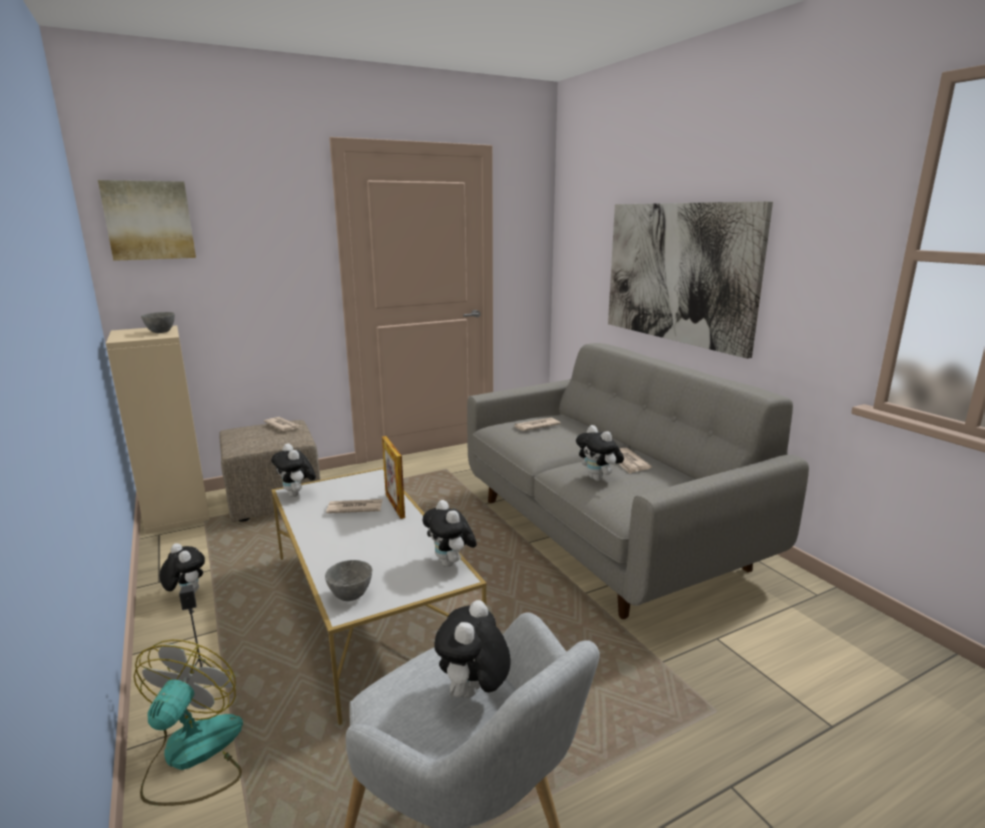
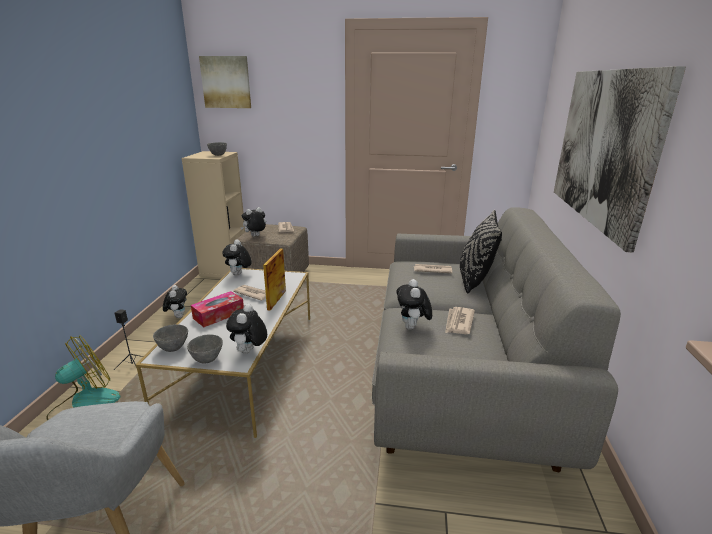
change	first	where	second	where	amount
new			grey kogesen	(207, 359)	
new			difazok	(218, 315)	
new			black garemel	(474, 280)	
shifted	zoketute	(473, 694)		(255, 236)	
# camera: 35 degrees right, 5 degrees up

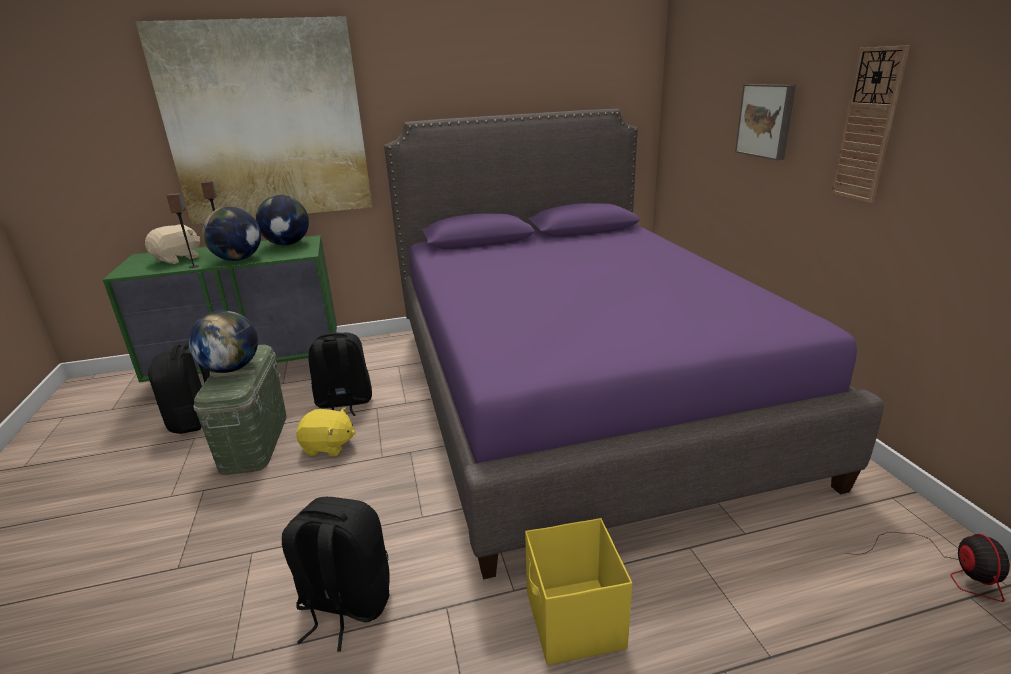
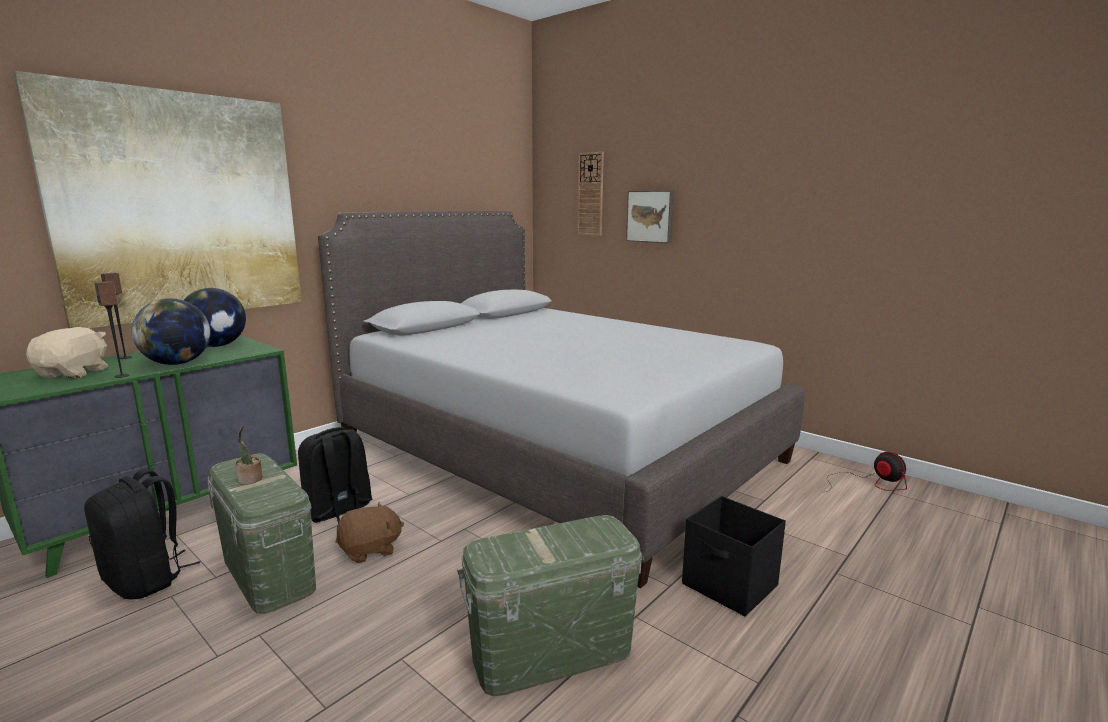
change	first	where	second	where	amount
shifted	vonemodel	(868, 126)		(590, 194)	
swapped	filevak	(231, 368)	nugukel	(250, 480)	
swapped	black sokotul	(344, 605)	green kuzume	(551, 653)	
repainted	yellow zoketute	(328, 446)	brown zoketute	(370, 550)	
repainted	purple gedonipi	(576, 392)	grey gedonipi	(557, 450)	
repainted	yellow kuzume	(574, 622)	black kuzume	(730, 586)	
# camera: 35 degrees left, 10 degrees down

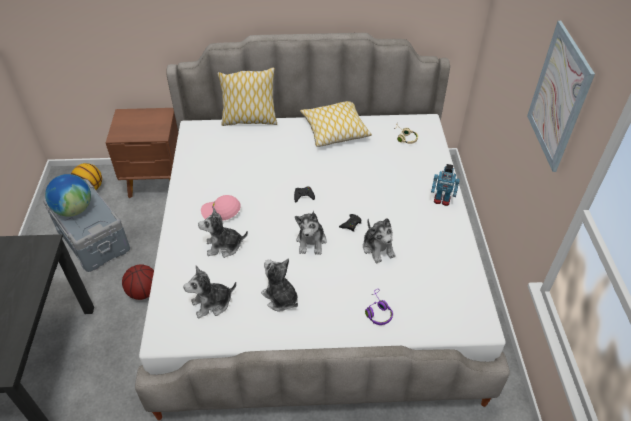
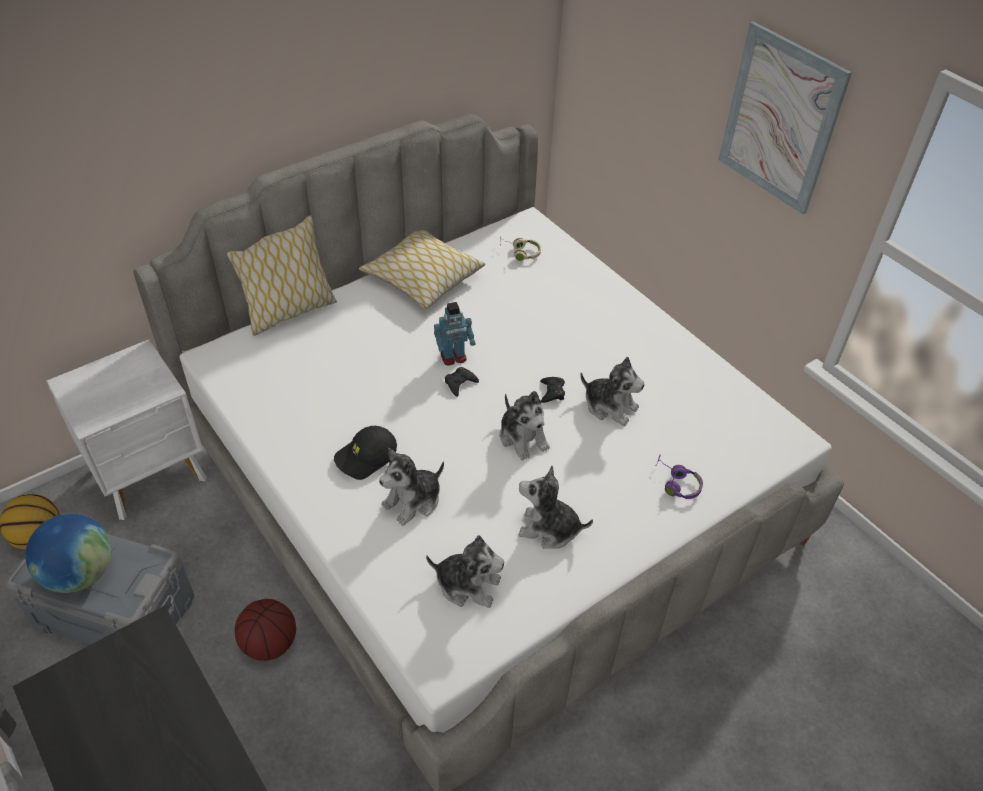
change	first	where	second	where	amount
shifted	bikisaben	(442, 200)		(453, 357)	
repainted	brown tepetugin	(157, 182)	white tepetugin	(151, 474)	
repainted	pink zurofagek	(221, 212)	black zurofagek	(366, 458)	
rotated	zoketute	(212, 303)		(467, 585)	105 degrees counterclockwise
# camera: 35 degrees left, 0 degrees up

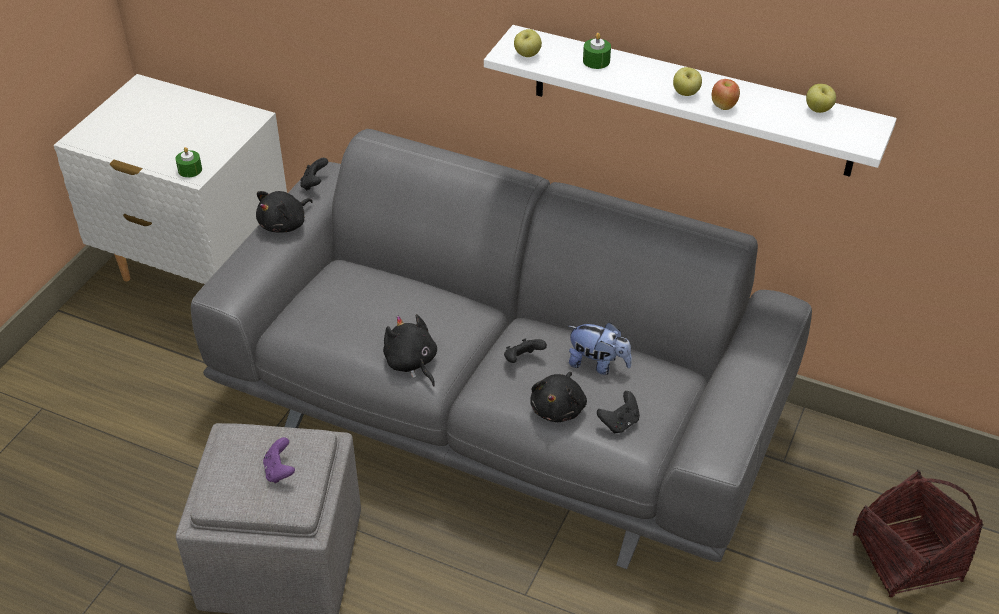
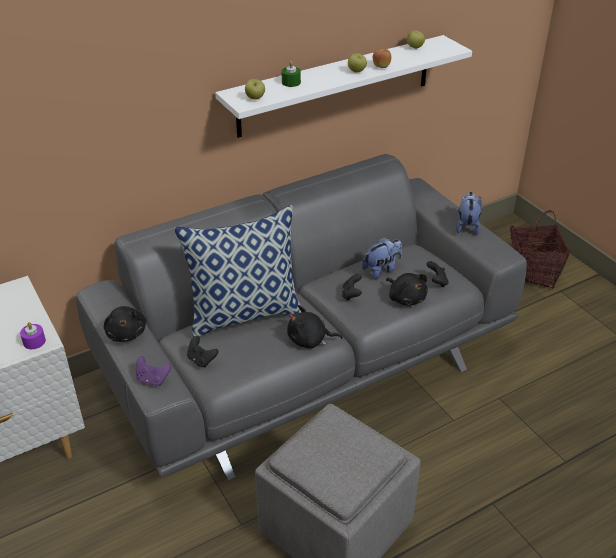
change	first	where	second	where	amount
new			garemel	(245, 313)	
new			zoketute	(467, 226)	
shifted	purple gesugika	(279, 471)		(153, 379)	
shifted	black gesugika	(314, 184)		(201, 360)	
repainted	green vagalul	(190, 170)	purple vagalul	(34, 341)	
# camera: 55 degrees left, 5 degrees down

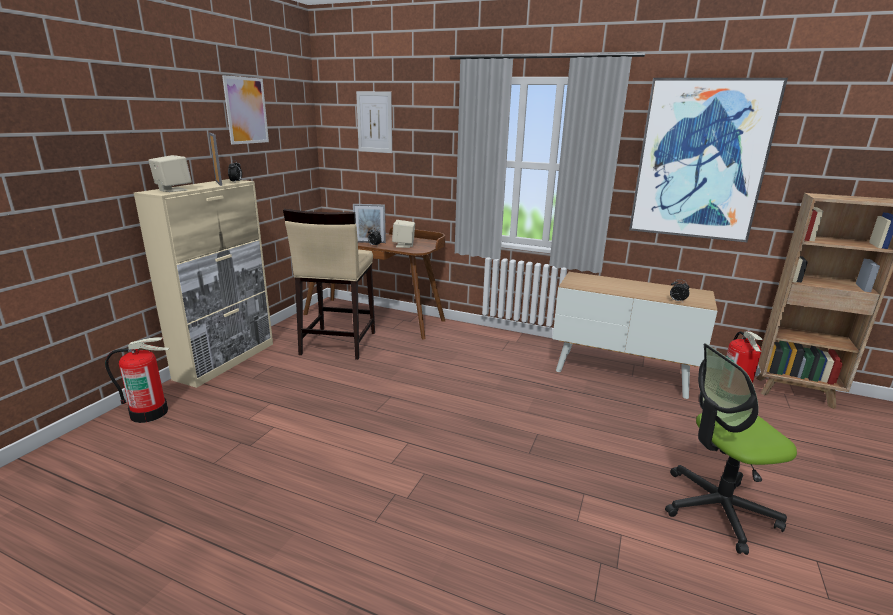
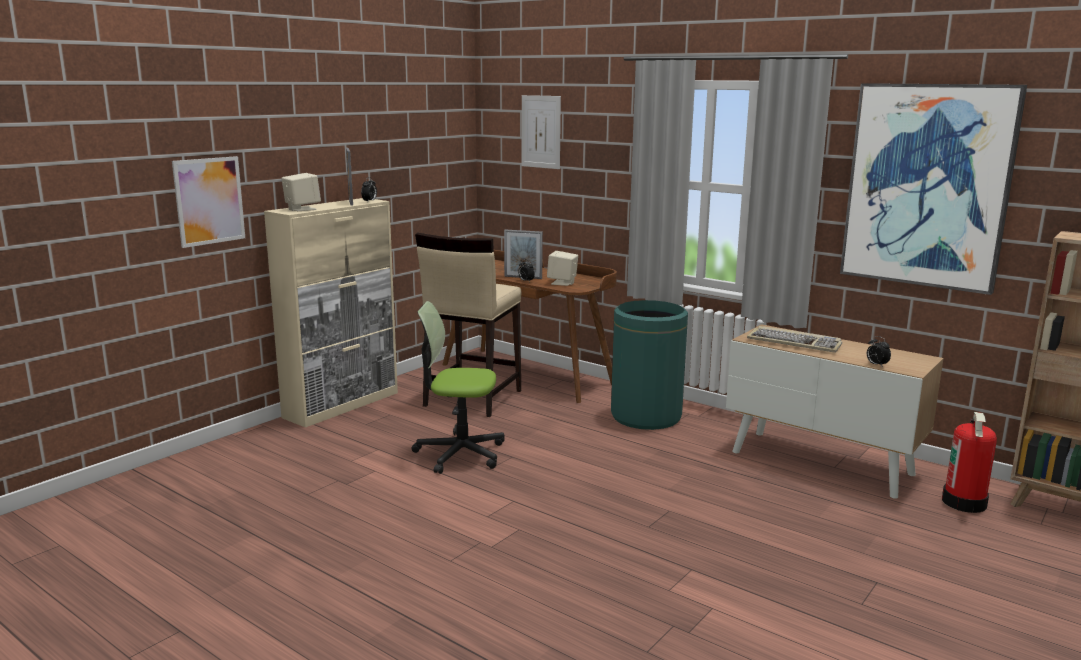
change	first	where	second	where	amount
gone	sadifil	(150, 412)			
new			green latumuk	(645, 416)	
new			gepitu	(795, 343)	
shifted	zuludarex	(246, 110)		(209, 201)	
shifted	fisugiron	(717, 509)		(460, 453)	
# camera: 15 degrees right, 5 degrees down

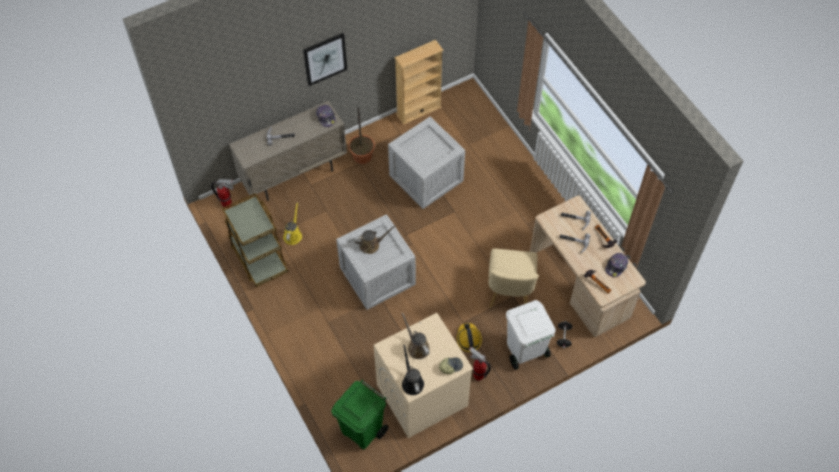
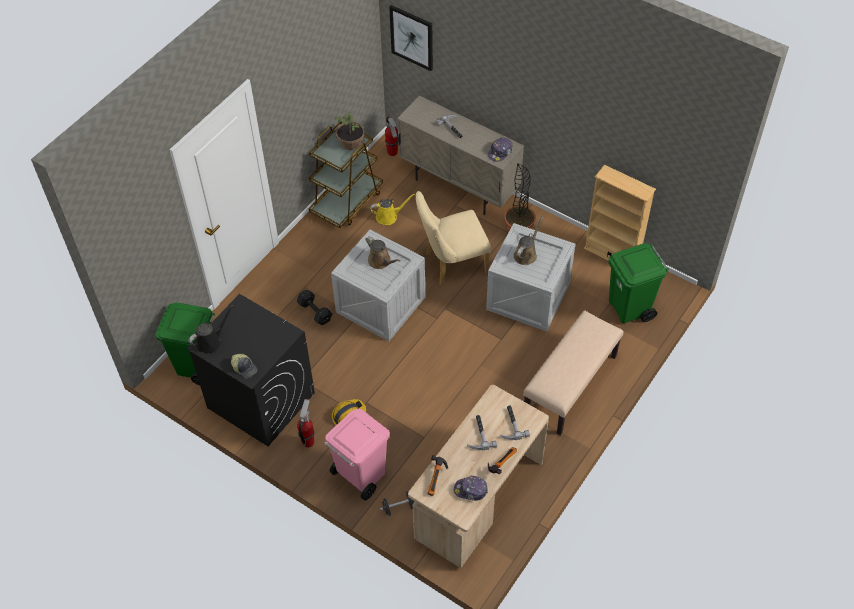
change	first	where	second	where	amount
new			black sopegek	(314, 311)	
new			nugukel	(351, 142)	
new			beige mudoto	(570, 386)	
new			green latumuk	(629, 308)	
shifted	zuludarex	(325, 59)		(412, 37)	
shifted	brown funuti	(417, 347)		(526, 254)	
shifted	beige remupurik	(509, 294)		(451, 264)	
repainted	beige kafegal	(421, 395)	black kafegal	(260, 400)	
repainted	white latumuk	(525, 351)	pink latumuk	(360, 475)	
# camera: 65 degrees right, 5 degrees down

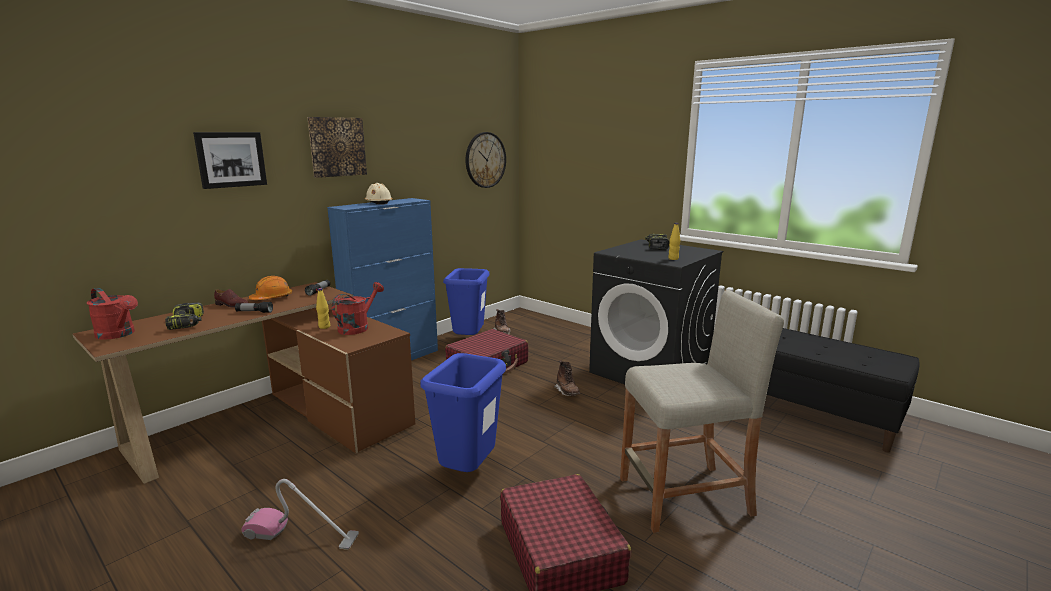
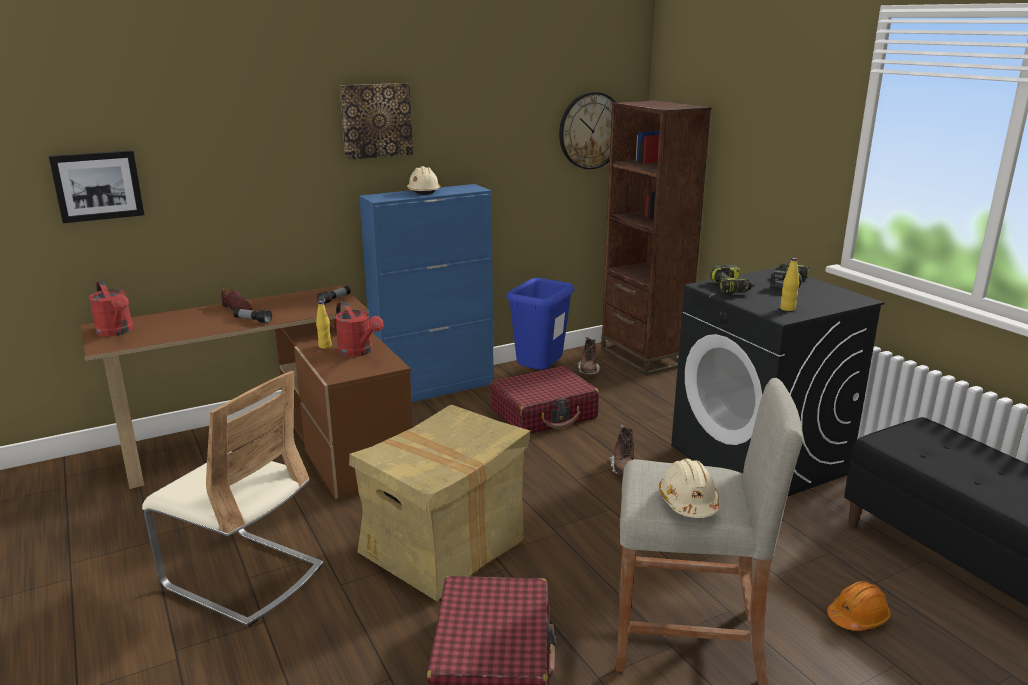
change	first	where	second	where	amount
new			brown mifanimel	(643, 357)	
new			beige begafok	(688, 502)	
shifted	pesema	(188, 323)		(731, 288)	
shifted	zuludarex	(231, 159)		(98, 186)	
shifted	orange begafok	(272, 298)		(857, 617)	
swapped	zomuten	(301, 535)	beige remupurik	(243, 576)	
swapped	blue latumuk	(468, 472)	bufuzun	(443, 547)	
rotated	red funuti	(357, 327)		(359, 352)	90 degrees clockwise
# camera: 20 degrees right, 5 degrees up

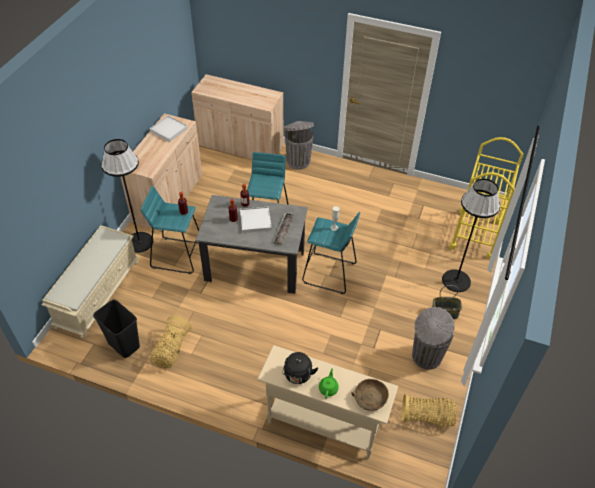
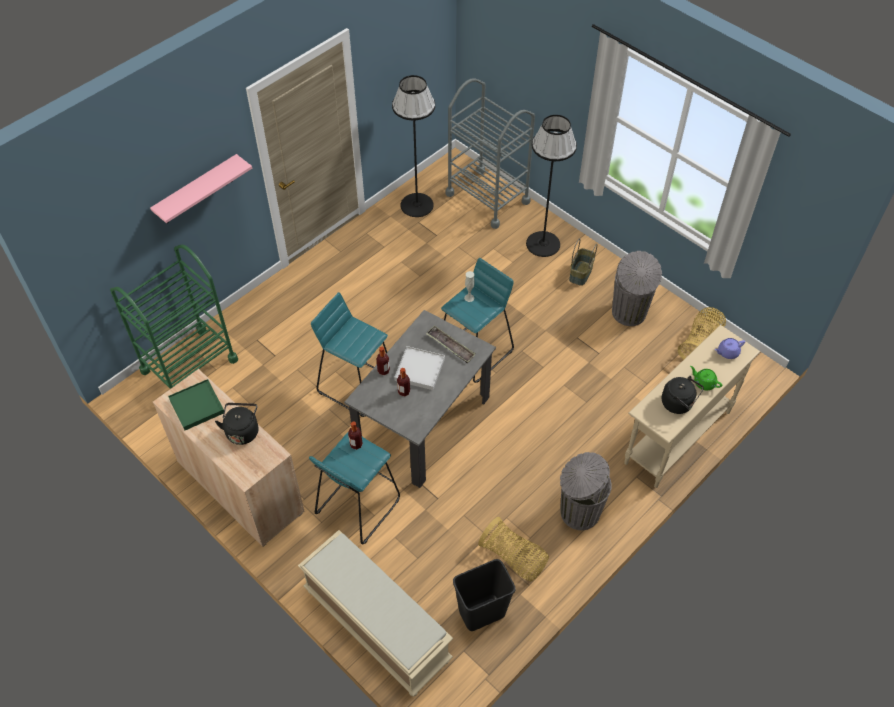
change	first	where	second	where	amount
new			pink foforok	(197, 190)	
new			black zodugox	(242, 431)	
shifted	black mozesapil	(139, 242)		(417, 205)	
shifted	grey latumuk	(298, 161)		(578, 512)	
swapped	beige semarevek	(240, 146)	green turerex	(189, 365)	
swapped	brown kogesen	(370, 398)	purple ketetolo	(727, 352)	
repainted	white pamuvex	(169, 130)	green pamuvex	(197, 406)	
repainted	yellow turerex	(475, 234)	grey turerex	(487, 198)	
# camera: 65 degrees left, 5 degrees up

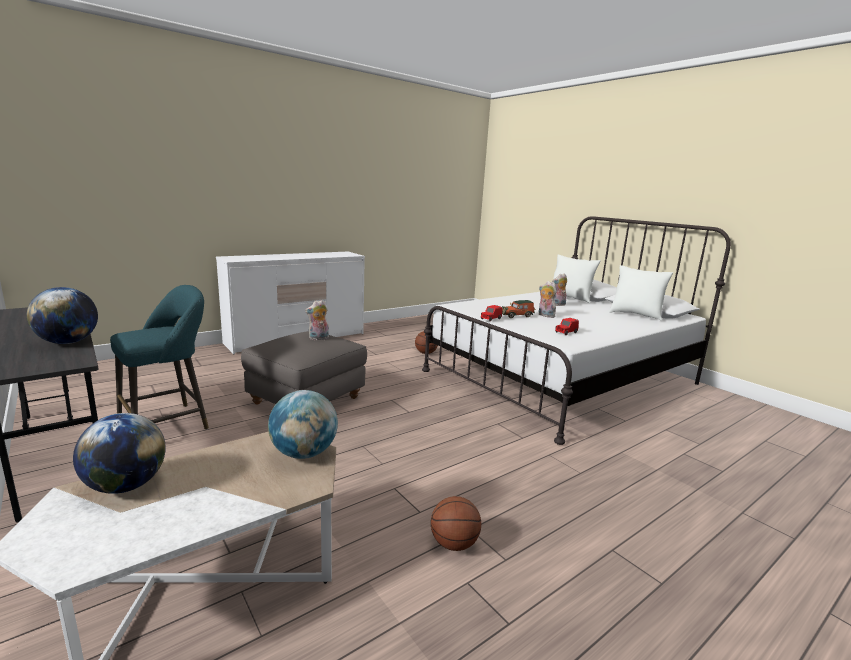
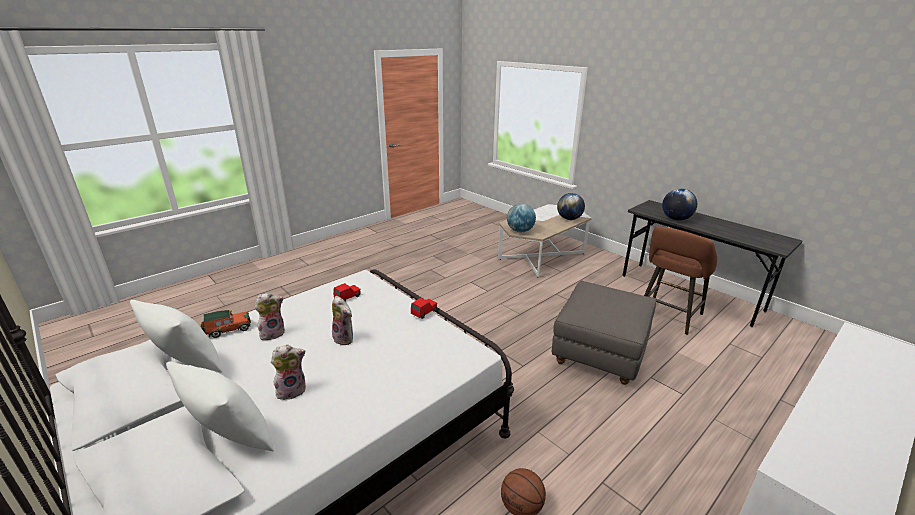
change	first	where	second	where	amount
gone	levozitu	(453, 544)			
shifted	zoketute	(318, 338)		(273, 333)	
shifted	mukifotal	(517, 316)		(227, 330)	
repainted	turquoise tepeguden	(169, 424)	brown tepeguden	(667, 316)	
# camera: 175 degrees right, 10 degrees up

